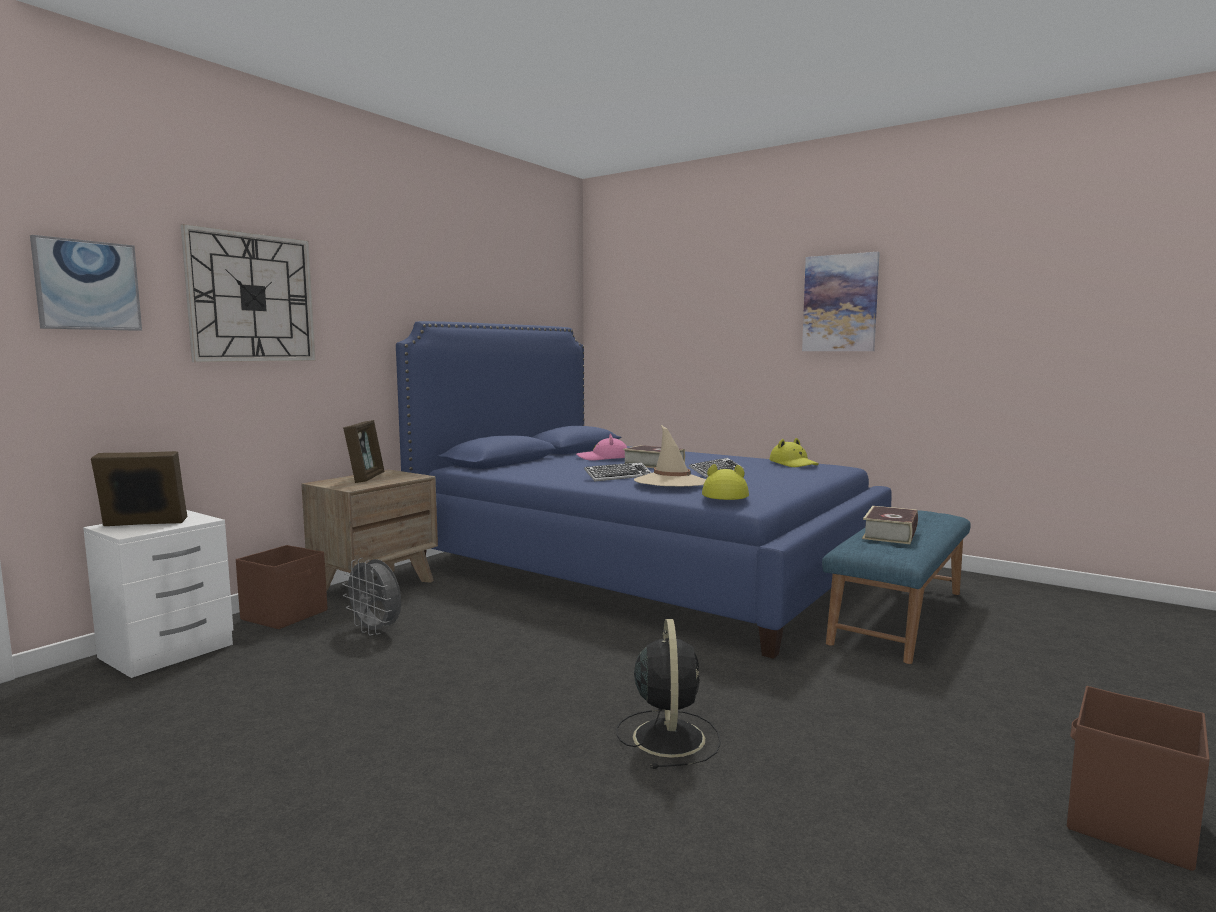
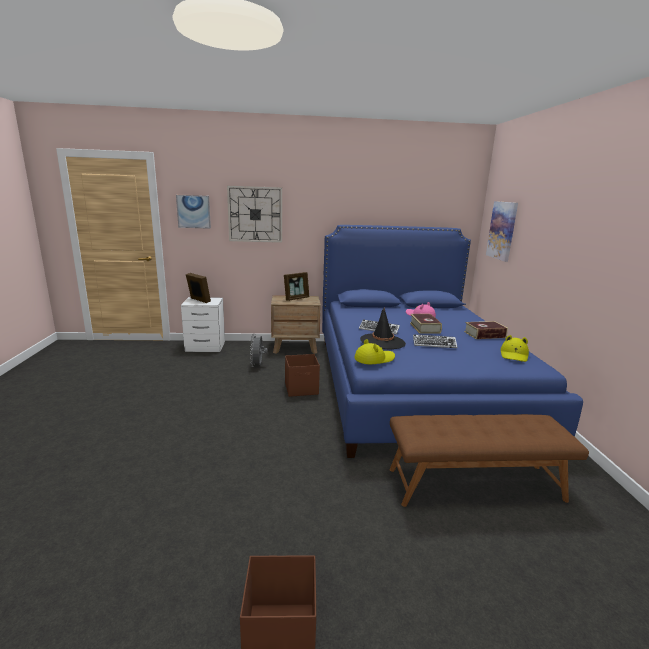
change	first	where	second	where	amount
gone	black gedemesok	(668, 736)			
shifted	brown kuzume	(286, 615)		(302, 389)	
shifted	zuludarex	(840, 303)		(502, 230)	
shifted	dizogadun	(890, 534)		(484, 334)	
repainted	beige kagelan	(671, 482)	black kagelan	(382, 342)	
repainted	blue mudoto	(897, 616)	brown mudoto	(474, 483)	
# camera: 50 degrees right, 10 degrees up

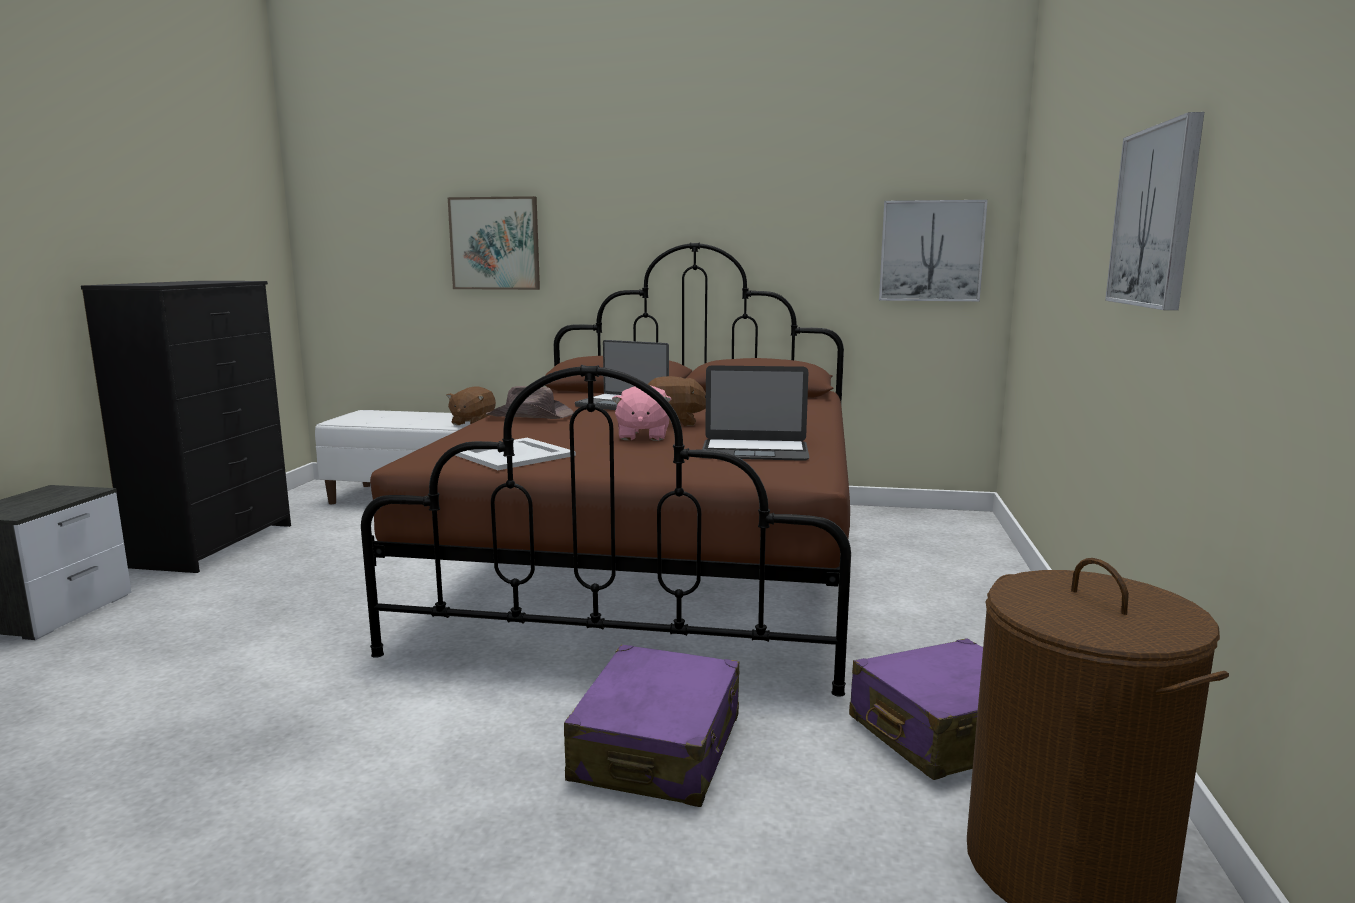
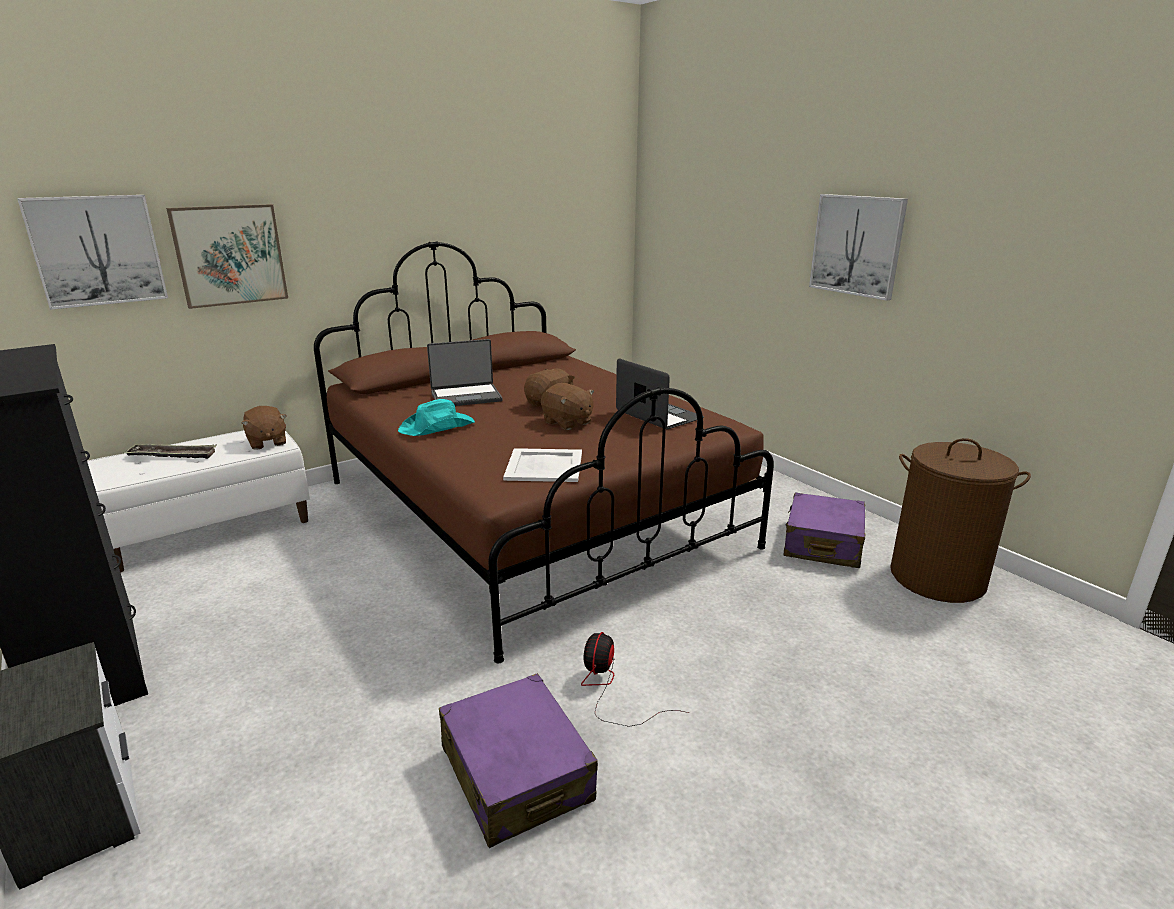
change	first	where	second	where	amount
new			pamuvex	(172, 455)	
new			gedemesok	(610, 689)	
shifted	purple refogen	(658, 748)		(516, 773)	
shifted	zuludarex	(931, 251)		(97, 250)	
repainted	brown kagelan	(531, 416)	turquoise kagelan	(438, 427)	
repainted	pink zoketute	(642, 436)	brown zoketute	(567, 422)	
rotated	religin	(755, 450)		(659, 415)	90 degrees counterclockwise
# camera: 45 degrees left, 10 degrees up

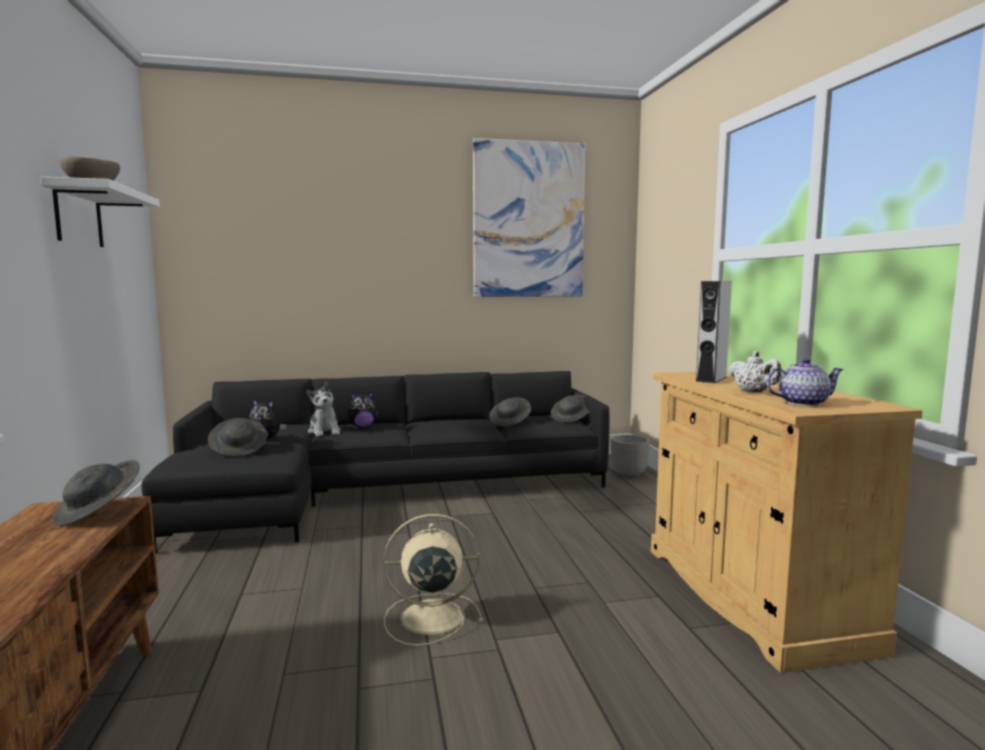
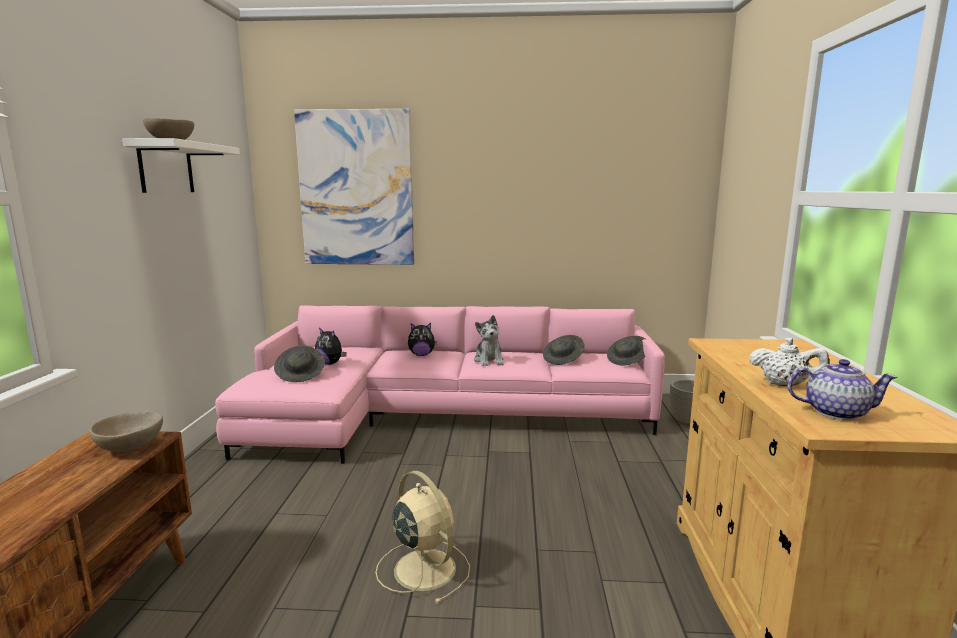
change	first	where	second	where	amount
gone	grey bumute	(711, 379)			
shifted	zoketute	(324, 431)		(489, 360)	
shifted	zuludarex	(528, 220)		(356, 189)	
swapped	grey kagelan	(99, 512)	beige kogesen	(130, 447)	
repainted	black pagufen	(383, 491)	pink pagufen	(438, 415)	
rotated	beige gedemesok	(429, 617)		(423, 568)	45 degrees clockwise
rotated	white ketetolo	(753, 392)		(784, 385)	45 degrees counterclockwise
# camera: 15 degrees right, 5 degrees up

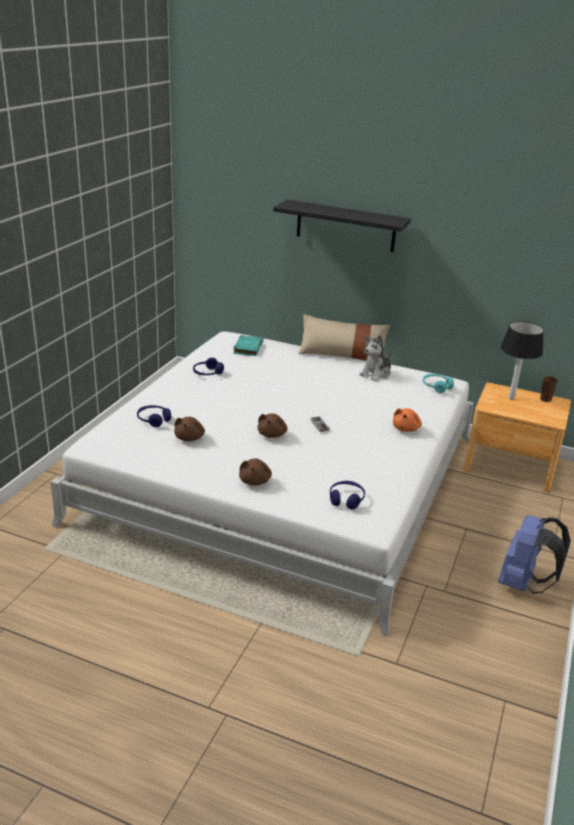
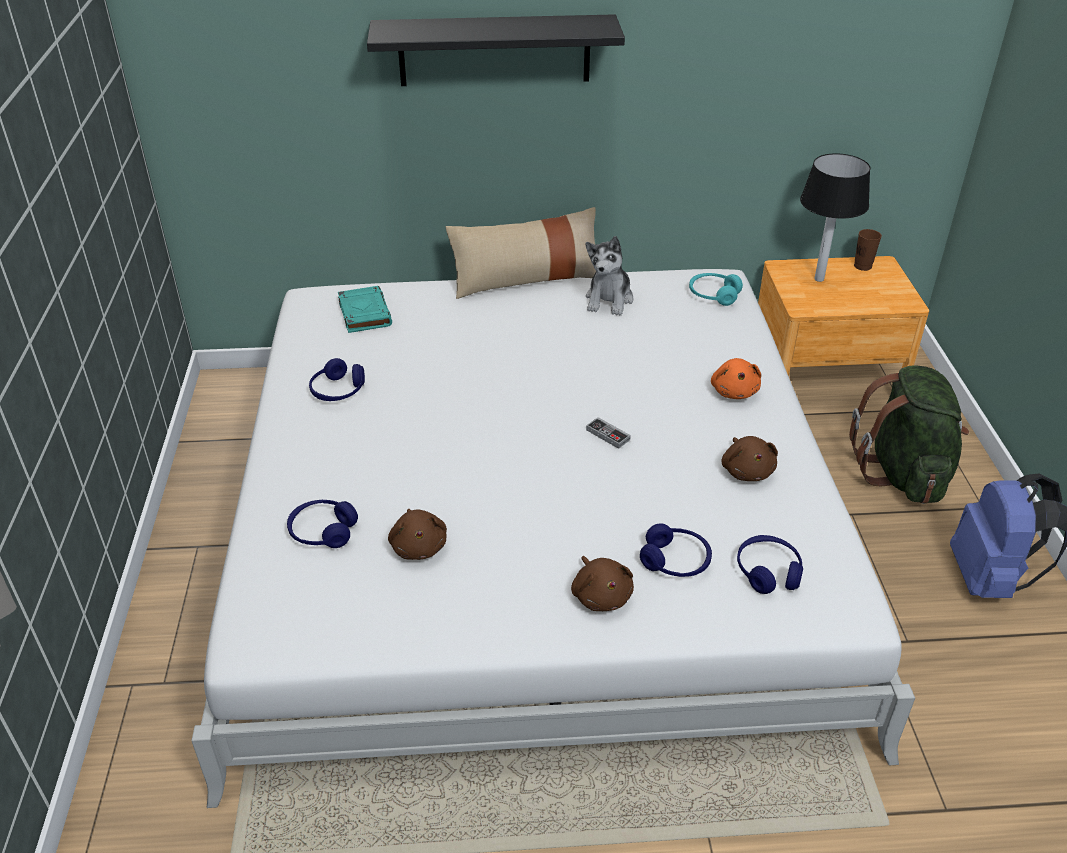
change	first	where	second	where	amount
new			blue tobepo	(675, 561)	
new			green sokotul	(903, 473)	
shifted	brown zoketute	(272, 434)		(747, 470)	
# camera: 25 degrees left, 10 degrees up

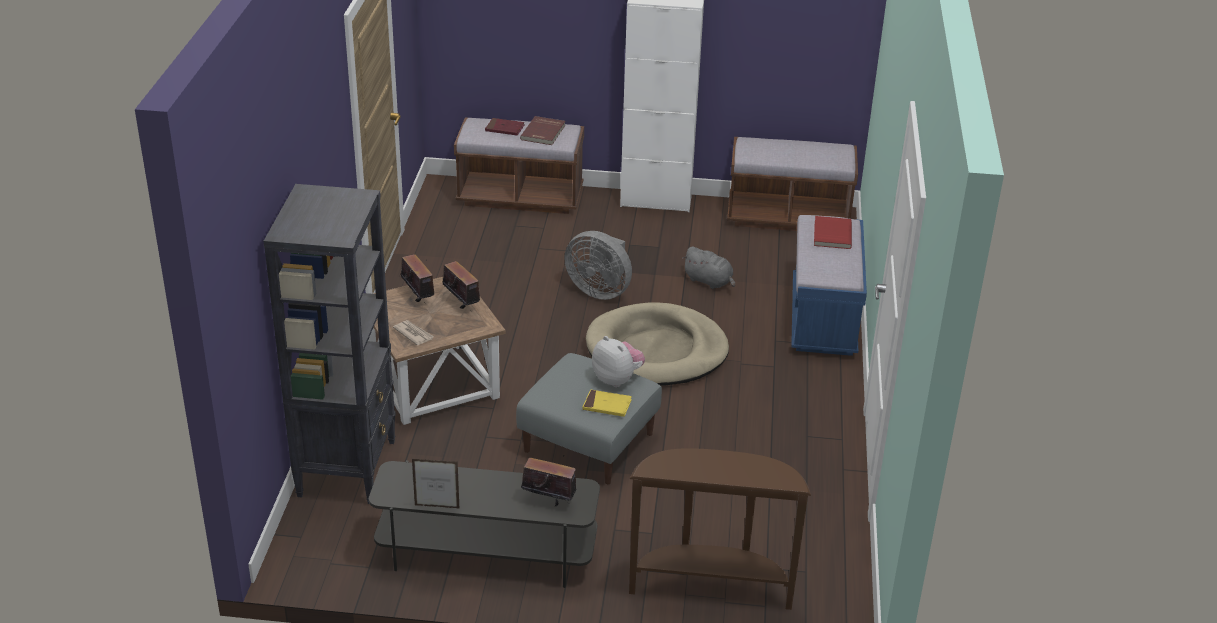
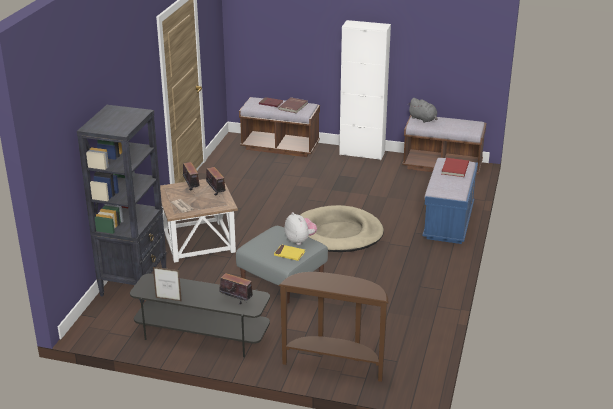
change	first	where	second	where	amount
gone	grey gedemesok	(599, 290)			
shifted	grey zoketute	(709, 281)		(423, 119)	
# camera: 10 degrees right, 5 degrees down

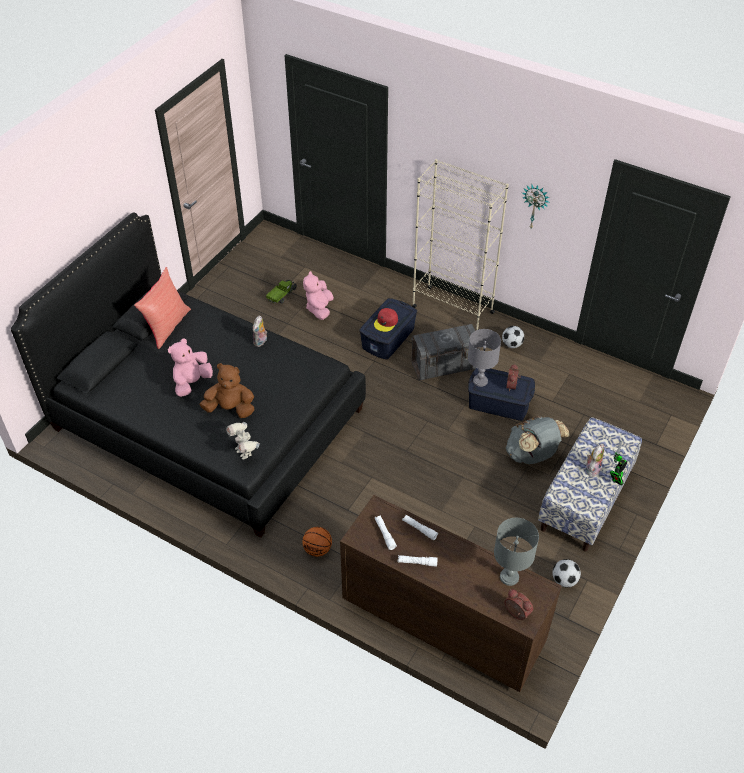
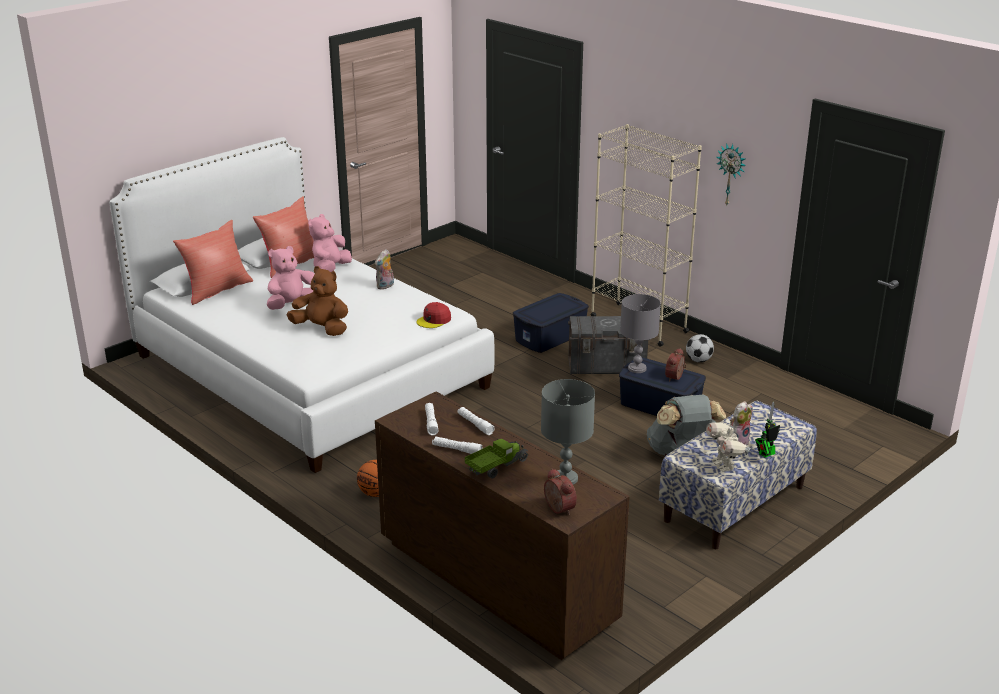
change	first	where	second	where	amount
gone	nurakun	(564, 580)			
new			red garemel	(217, 290)	
shifted	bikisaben	(244, 452)		(724, 465)	
shifted	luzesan	(282, 295)		(496, 466)	
shifted	pink zoketute	(319, 309)		(330, 269)	
shifted	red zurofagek	(386, 322)		(434, 320)	
repainted	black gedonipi	(207, 419)	white gedonipi	(309, 371)	
# camera: 15 degrees right, 20 degrees down

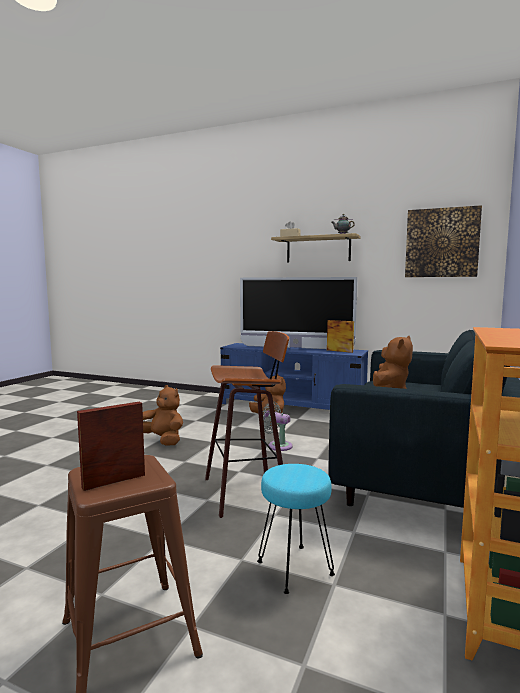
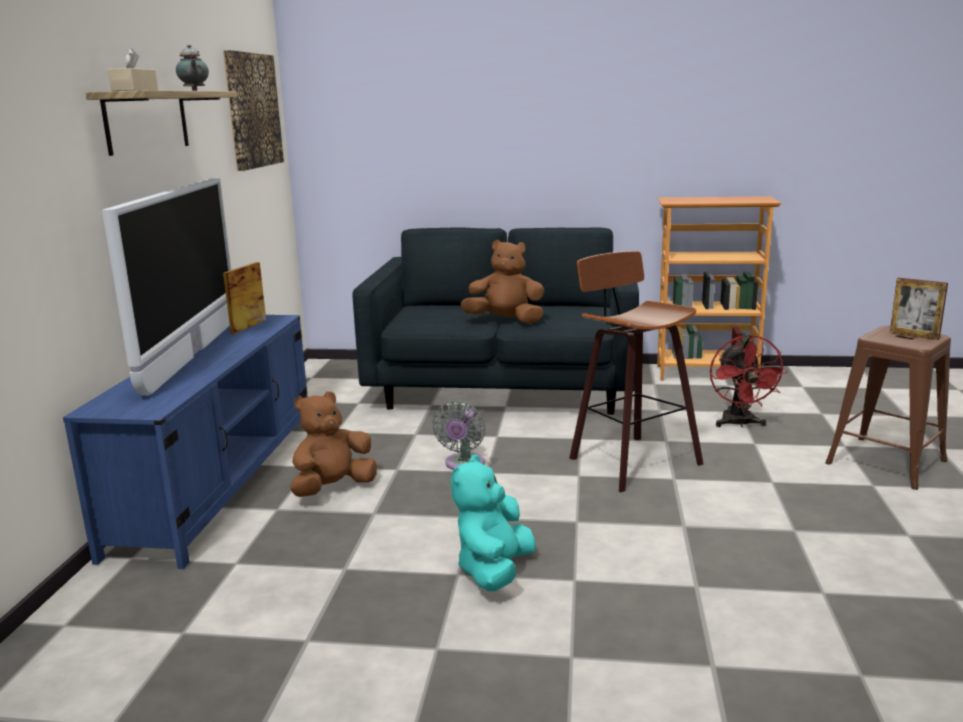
change	first	where	second	where	amount
swapped	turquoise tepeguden	(295, 569)	red gedemesok	(739, 424)	
repainted	brown zoketute	(163, 440)	turquoise zoketute	(494, 571)	
# camera: 105 degrees left, 10 degrees up

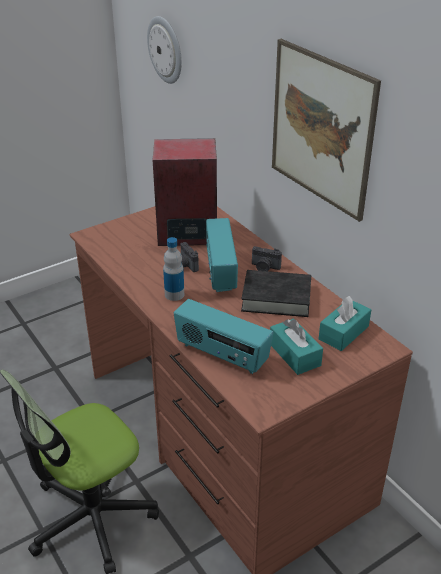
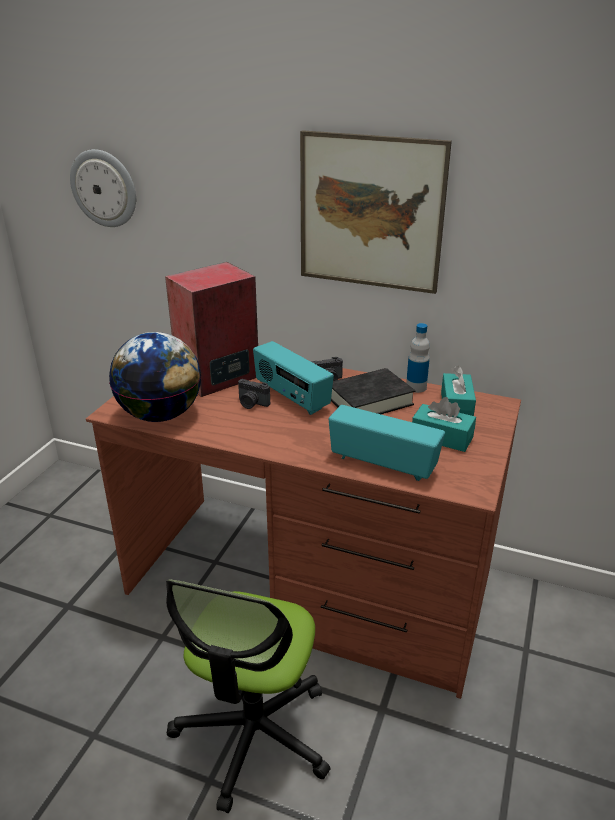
change	first	where	second	where	amount
new			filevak	(161, 415)	
shifted	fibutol	(174, 294)		(416, 387)	
rotated	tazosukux	(221, 355)		(383, 463)	150 degrees counterclockwise
# camera: 35 degrees left, 5 degrees down

